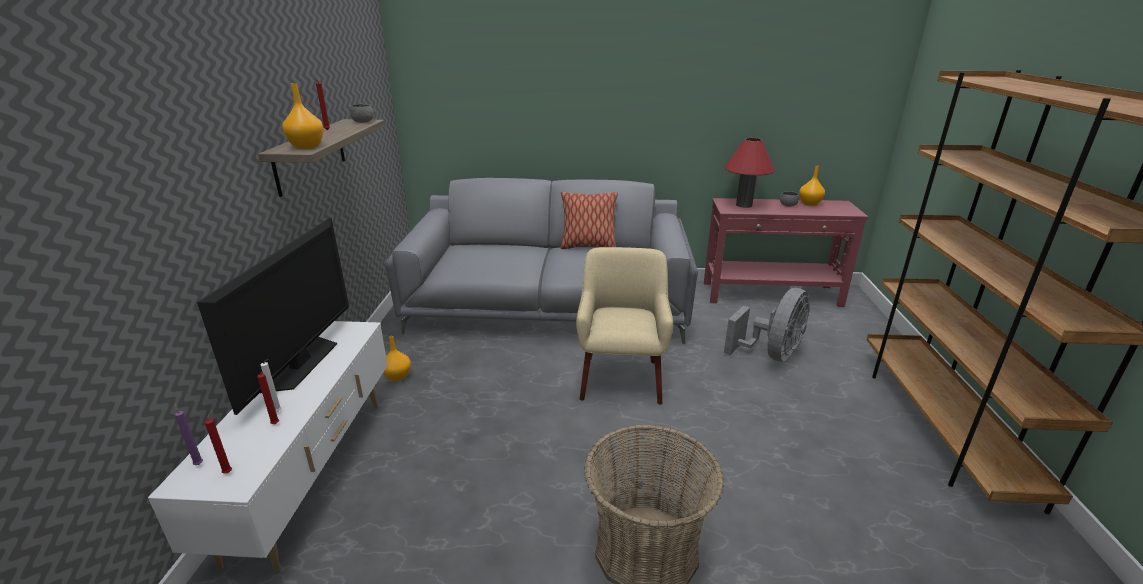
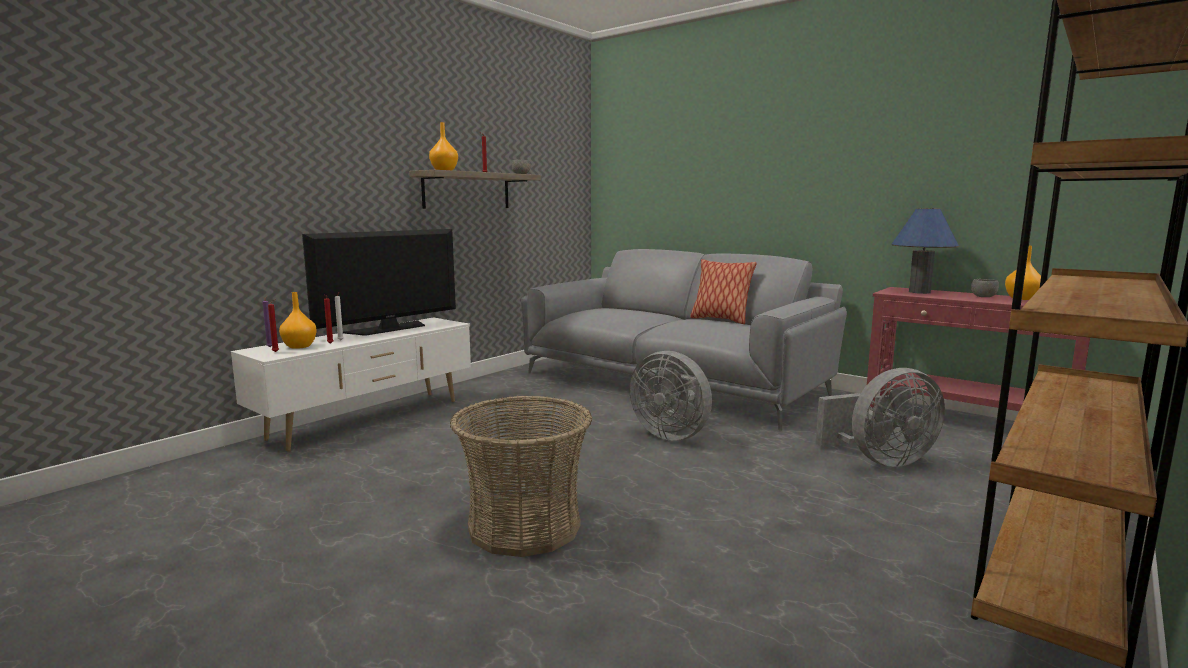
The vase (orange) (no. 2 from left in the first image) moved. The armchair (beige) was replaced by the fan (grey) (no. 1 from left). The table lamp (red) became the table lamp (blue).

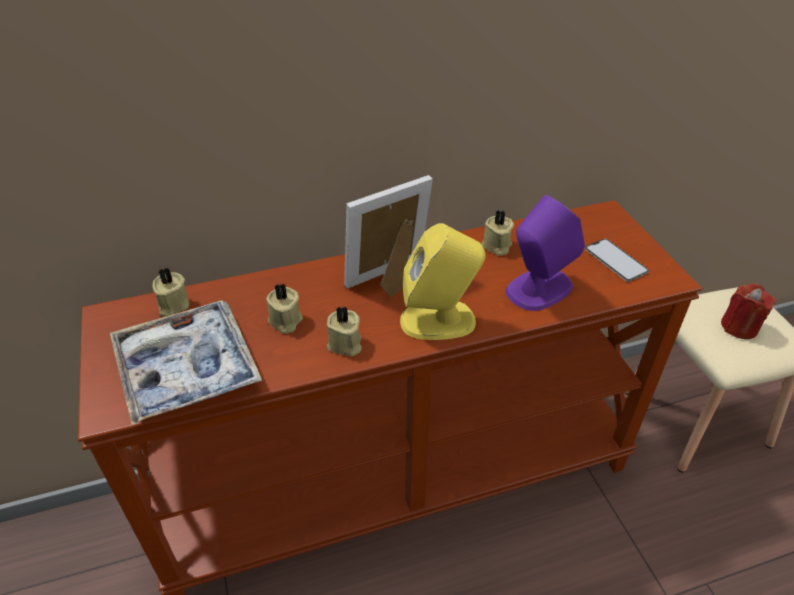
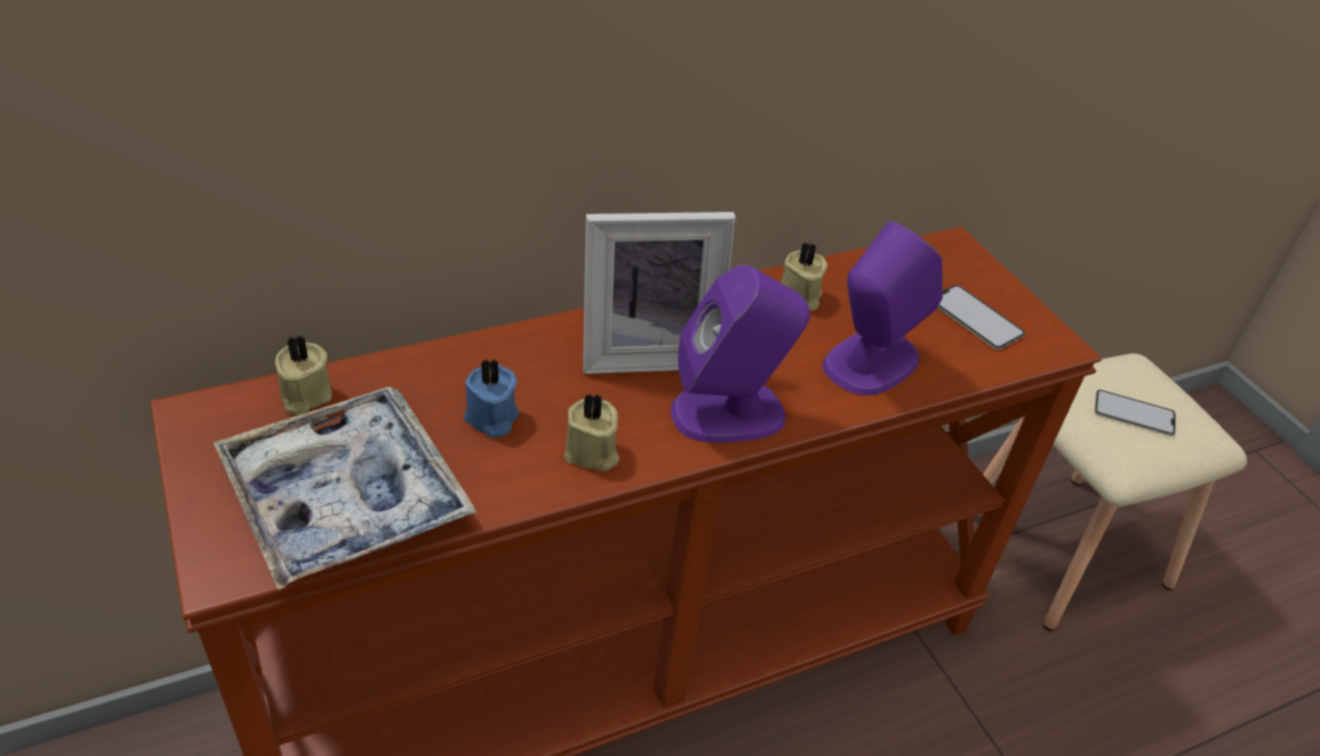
The candle (beige) (no. 2 from left) became the candle (blue). The picture frame turned 150 degrees counterclockwise. The speaker (yellow) became the speaker (purple) (no. 1 from left). The candle (red) was replaced by the phone (no. 2 from left).

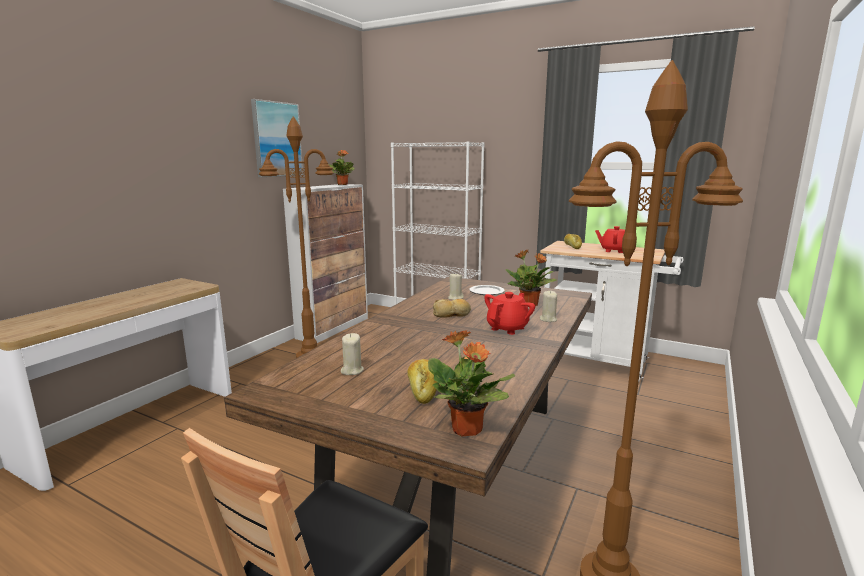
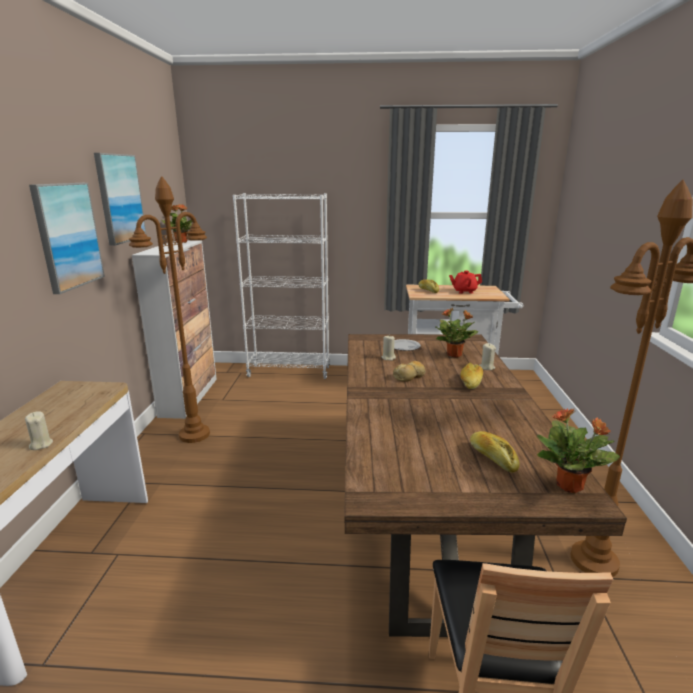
The candle (beige) (no. 1 from left) moved. The picture (no. 1 from left) appeared. The teapot (red) (no. 1 from left) was replaced by the bread (no. 3 from left).

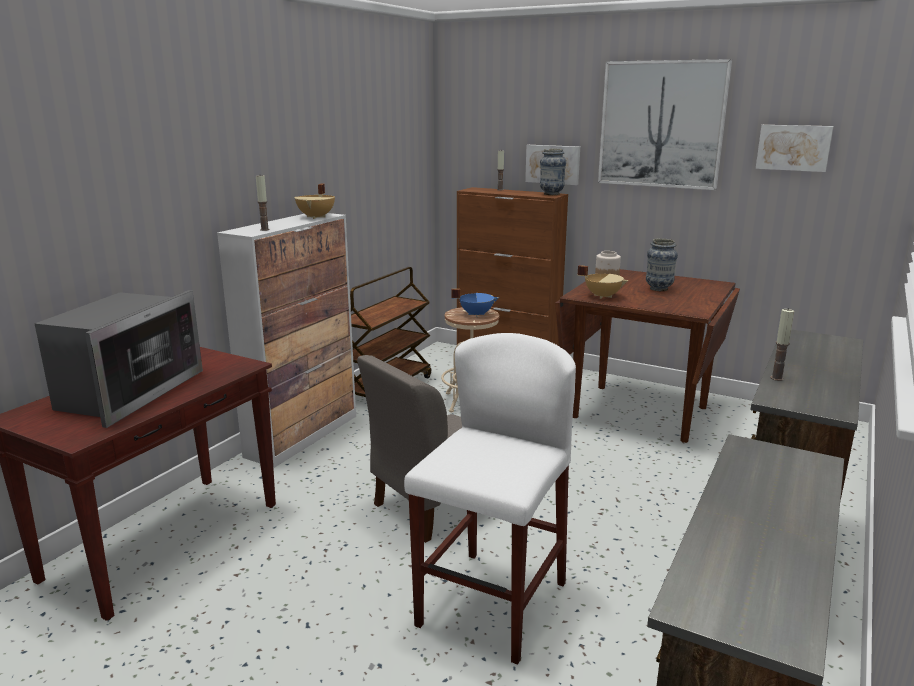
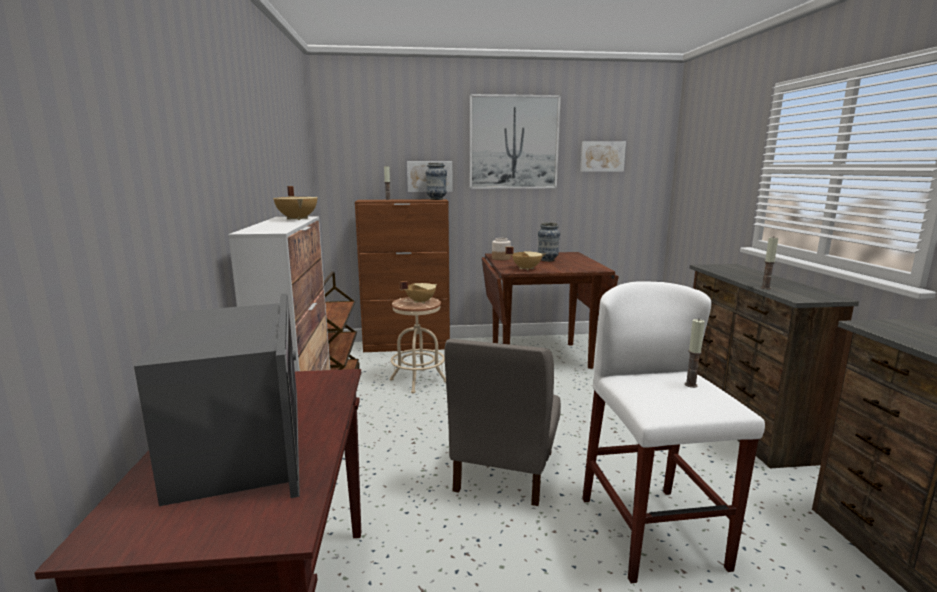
The cooking pot (blue) became the cooking pot (beige) (no. 2 from left). The candle (no. 1 from left in the first image) moved.

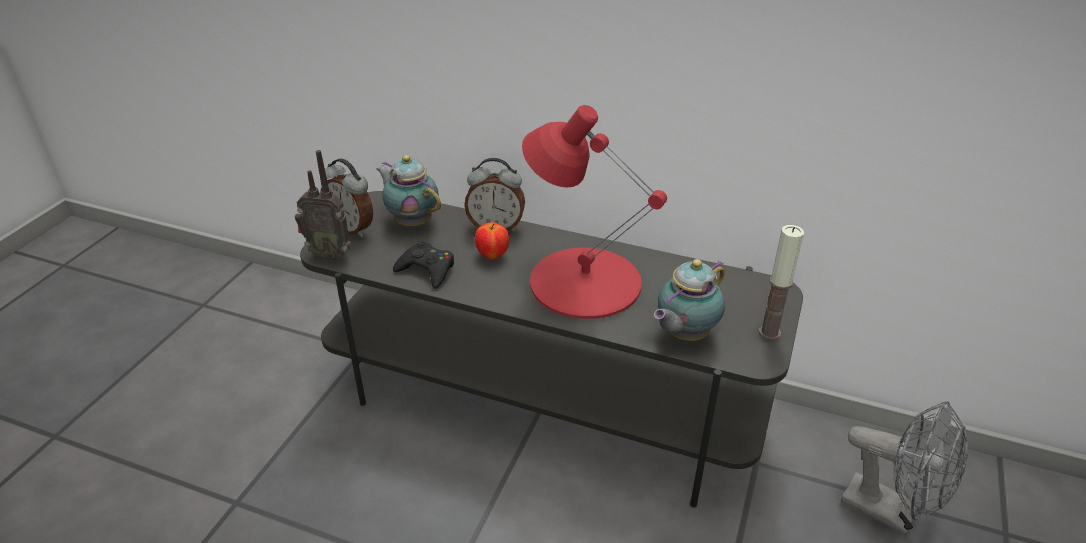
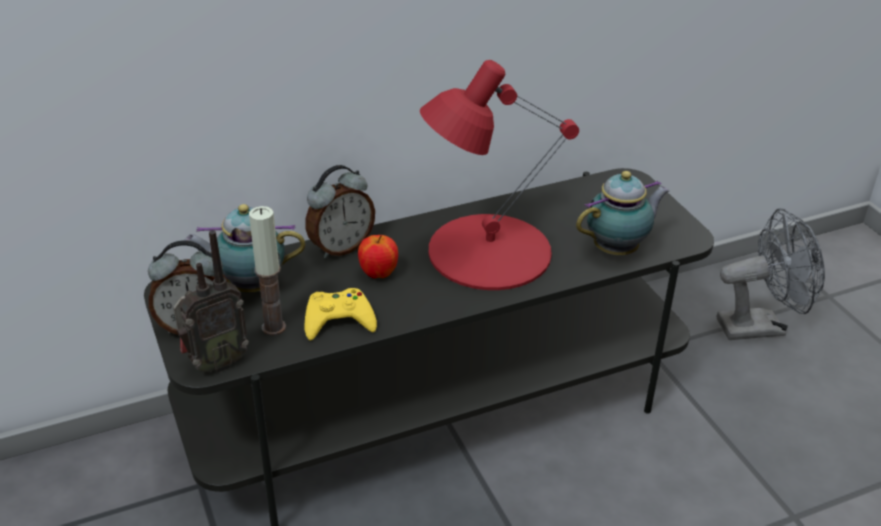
The candle moved. The game controller (black) became the game controller (yellow). The teapot (no. 2 from left) turned 120 degrees counterclockwise.

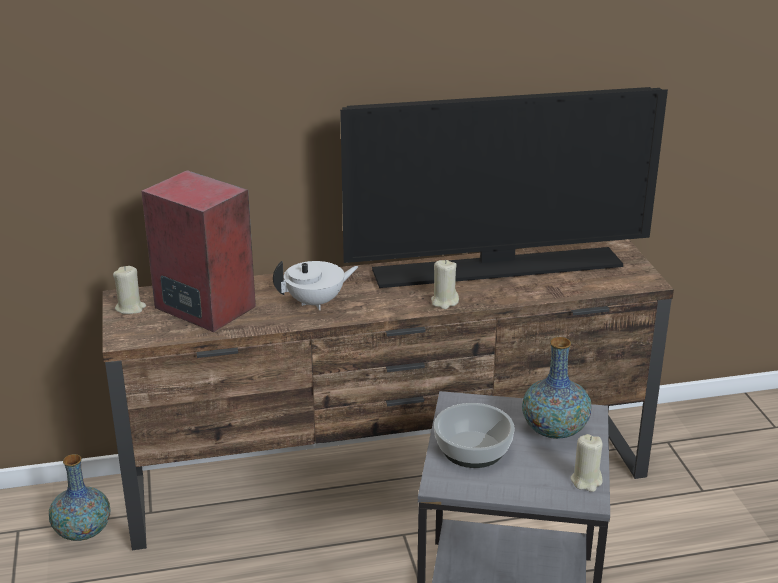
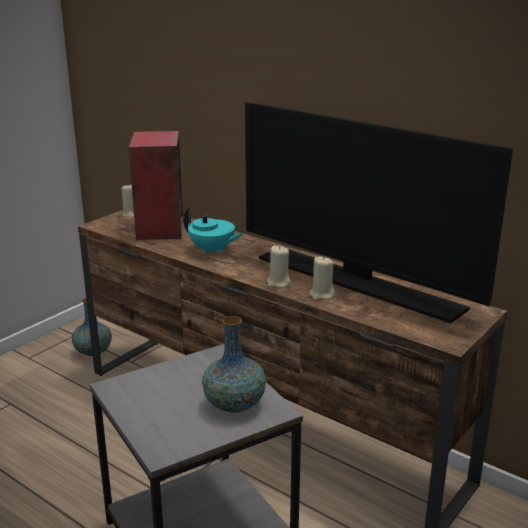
The teapot (white) became the teapot (turquoise). The candle (beige) (no. 3 from left) moved. The bowl disappeared.

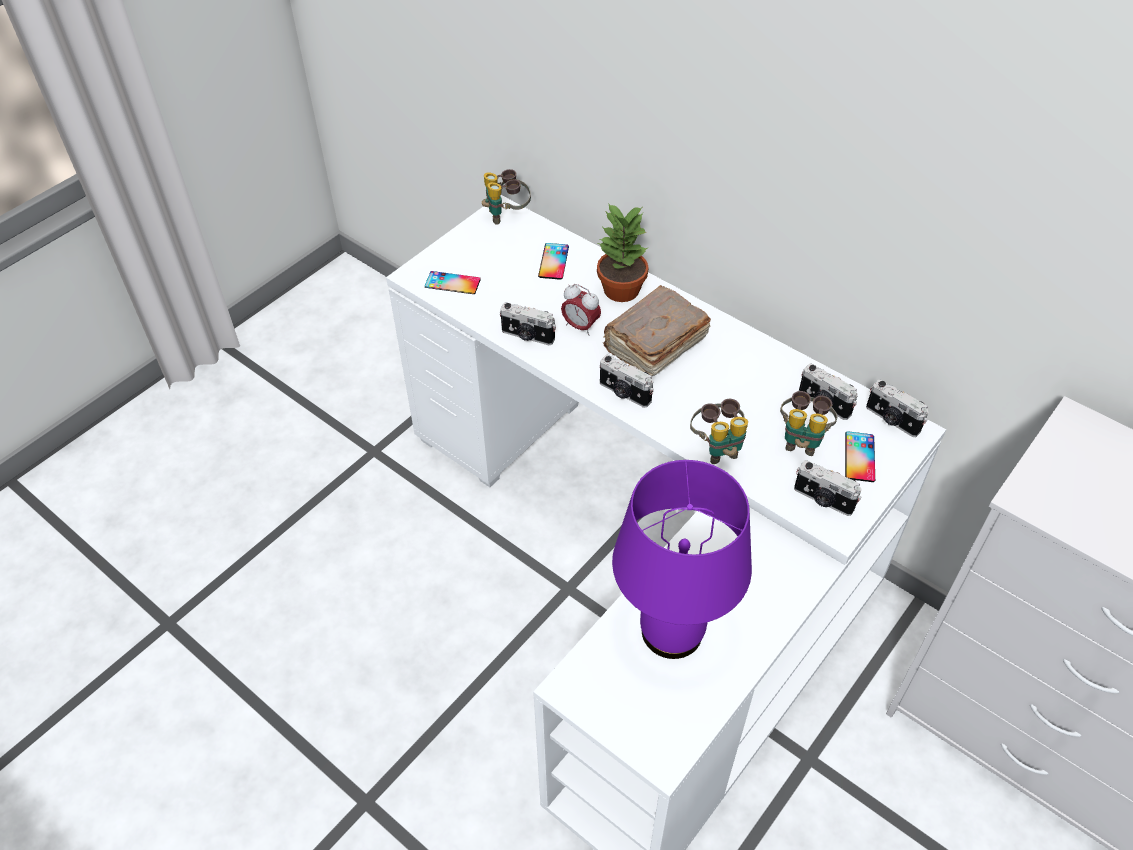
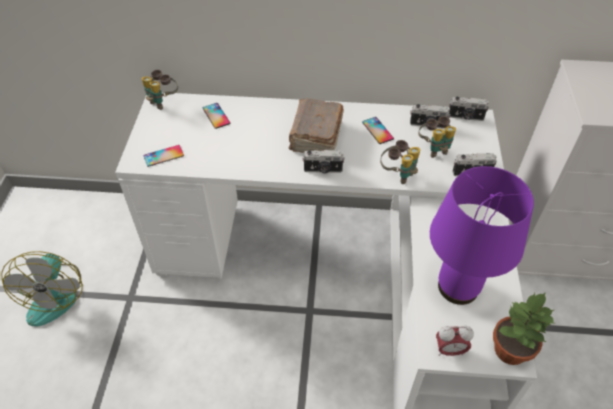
The fan appeared. The phone (no. 3 from left) moved. The alarm clock moved. The potted plant moved. The photo camera (no. 1 from left) disappeared.

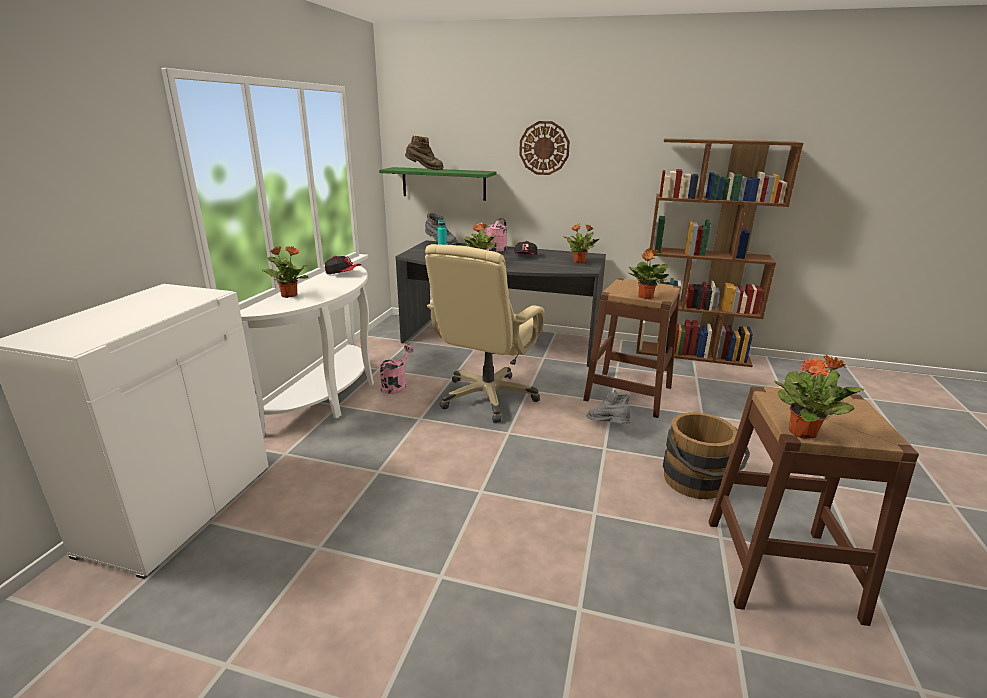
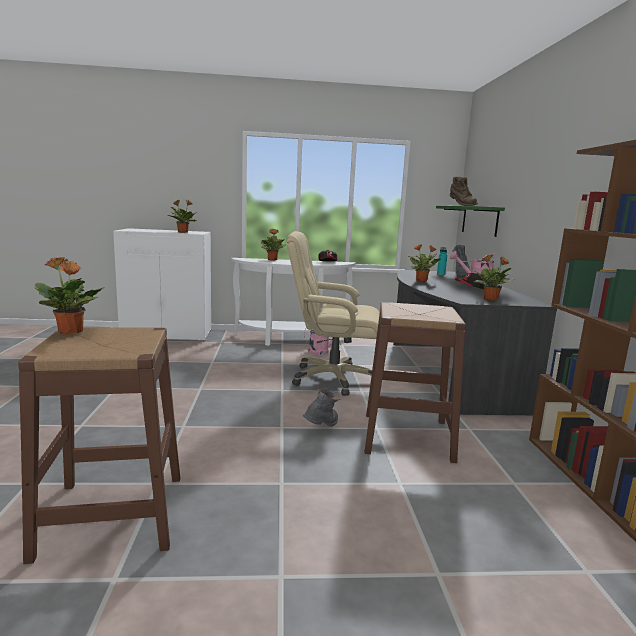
The potted plant (no. 4 from left in the first image) moved. The wall clock disappeared. The bucket (brown) disappeared.

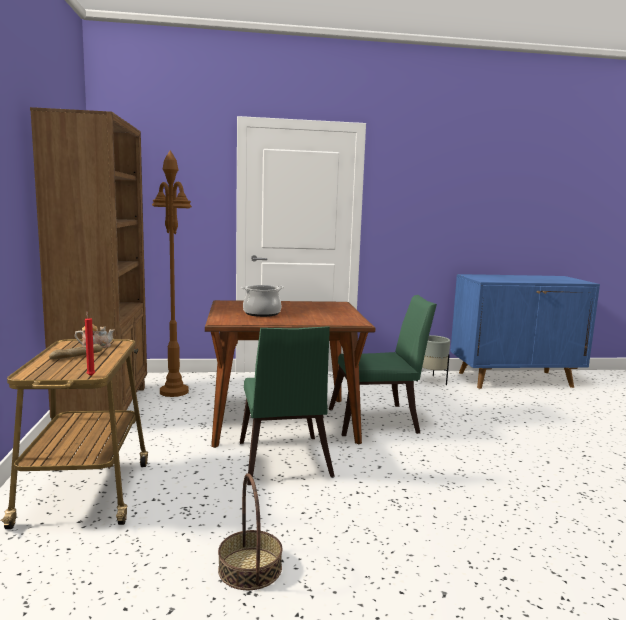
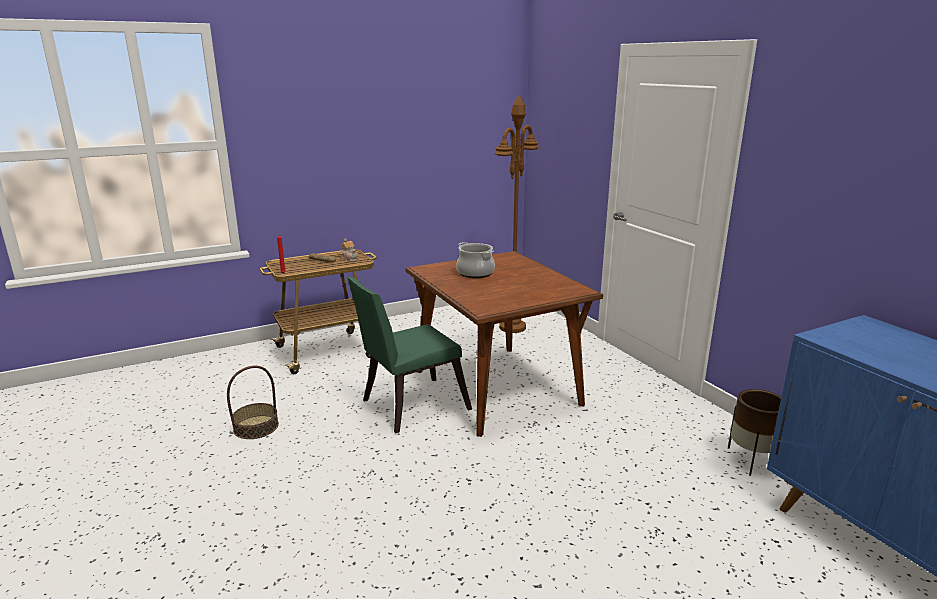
The planter (grey) became the planter (brown). The bookcase (brown) disappeared. The chair (green) (no. 2 from left) disappeared.

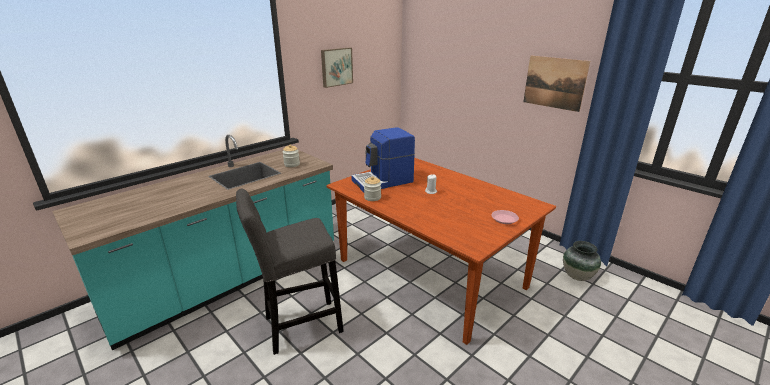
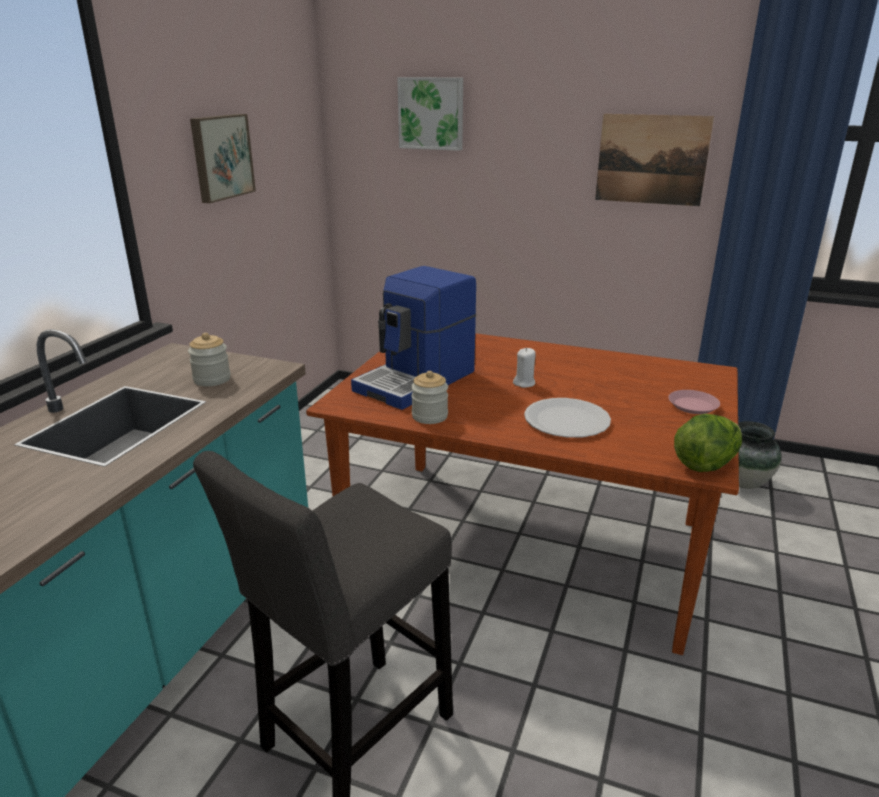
The picture (no. 2 from left) appeared. The plate (white) appeared. The lettuce appeared.

